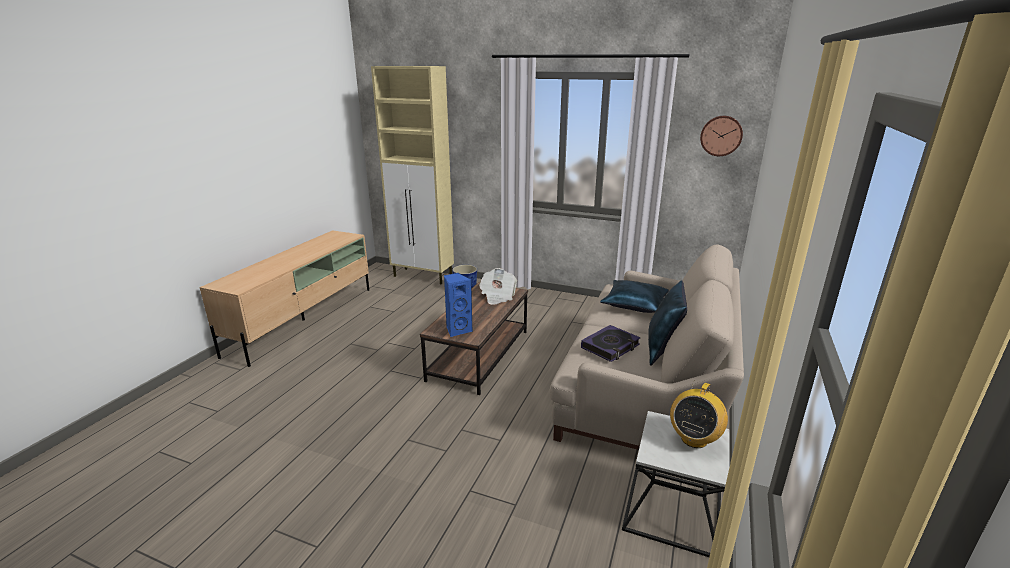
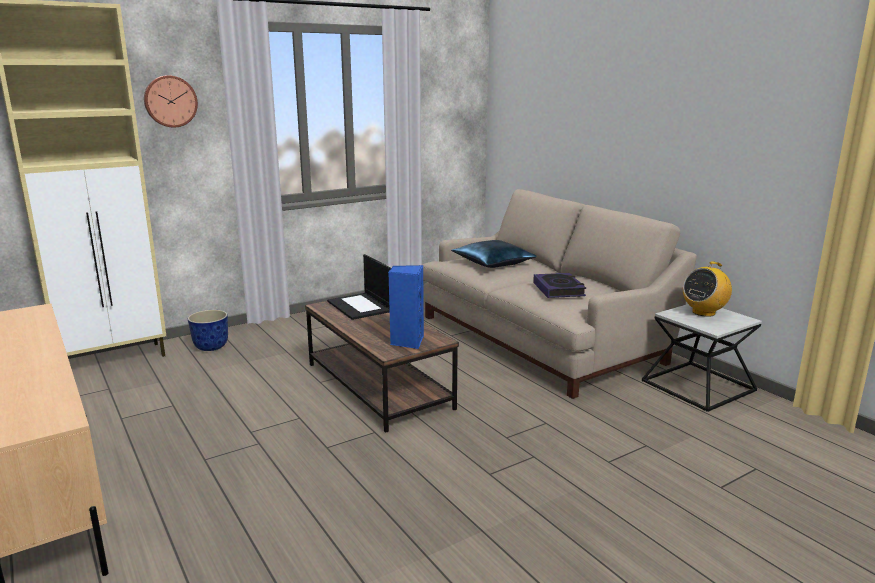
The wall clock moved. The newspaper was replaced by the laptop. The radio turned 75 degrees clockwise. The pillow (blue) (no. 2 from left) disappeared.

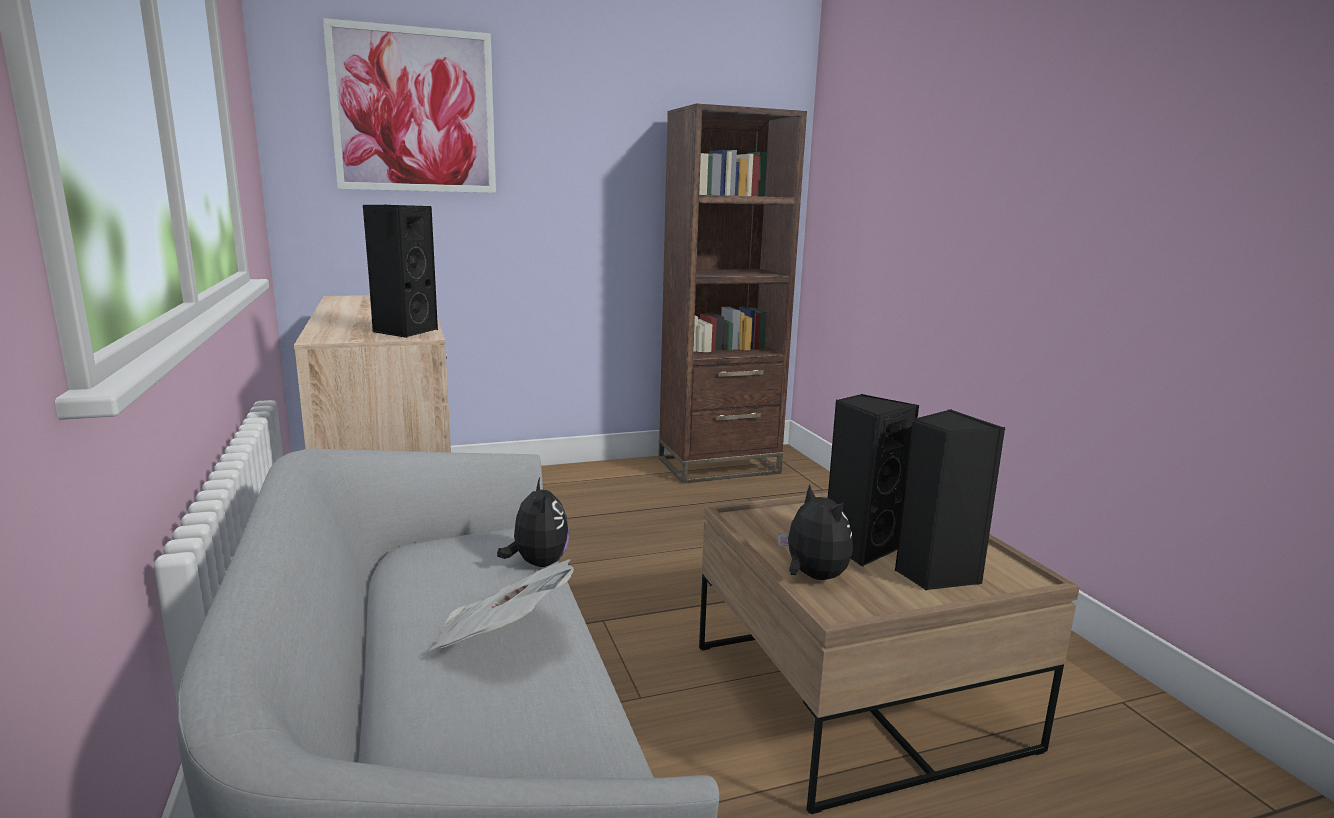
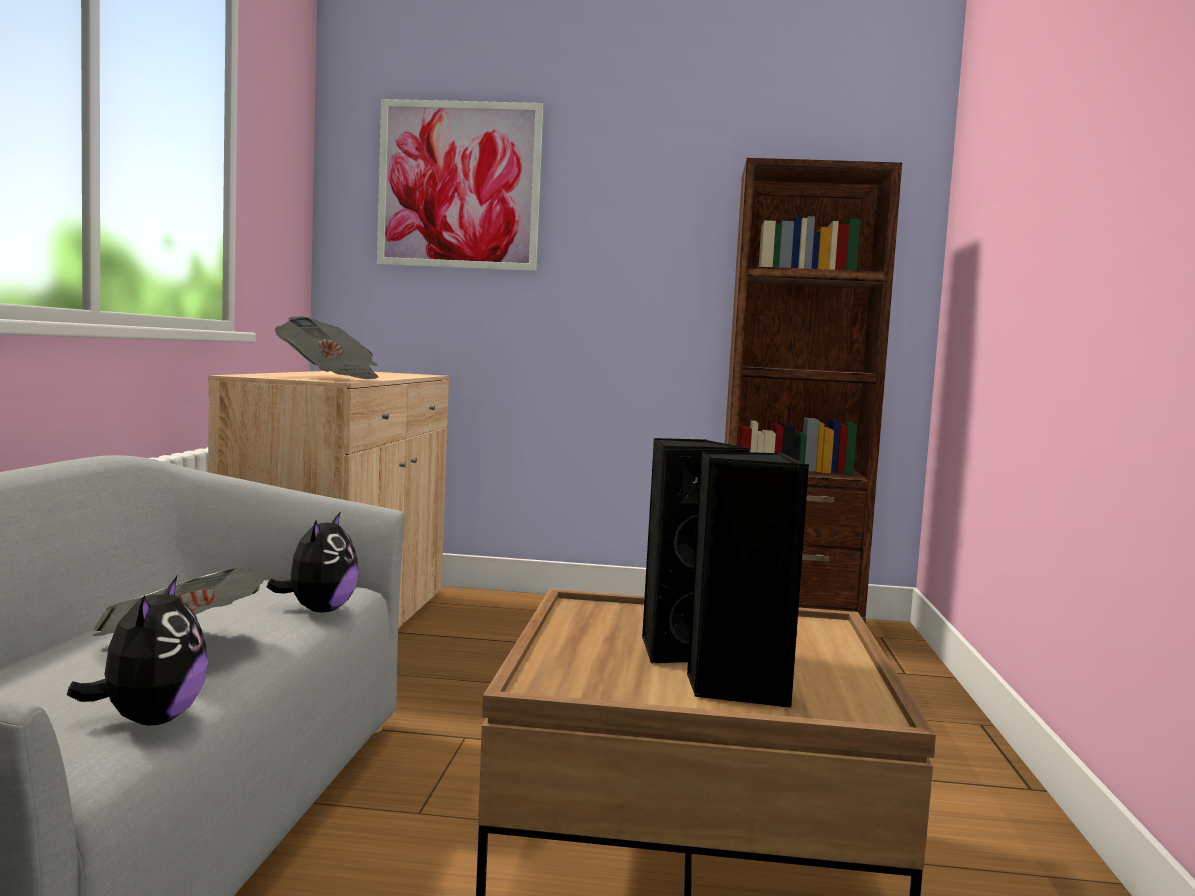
The plush toy (no. 2 from left in the first image) moved. The speaker (black) (no. 1 from left) was replaced by the newspaper (no. 2 from left).

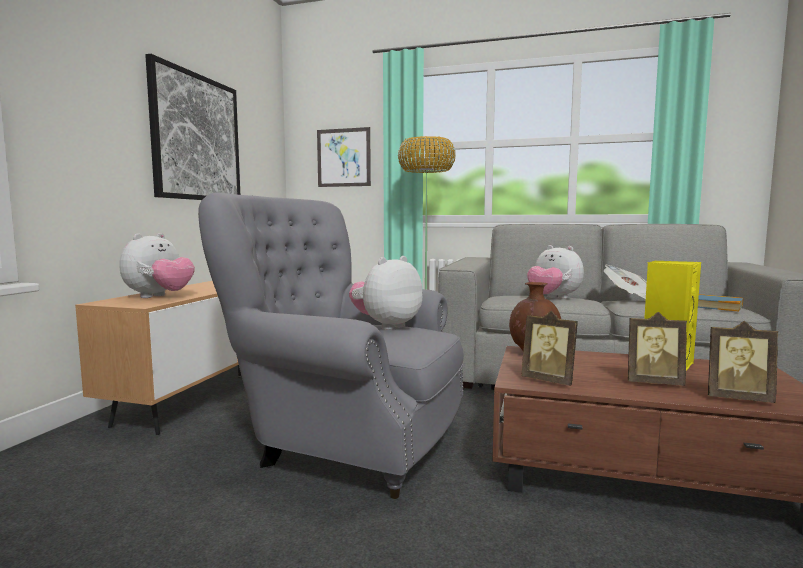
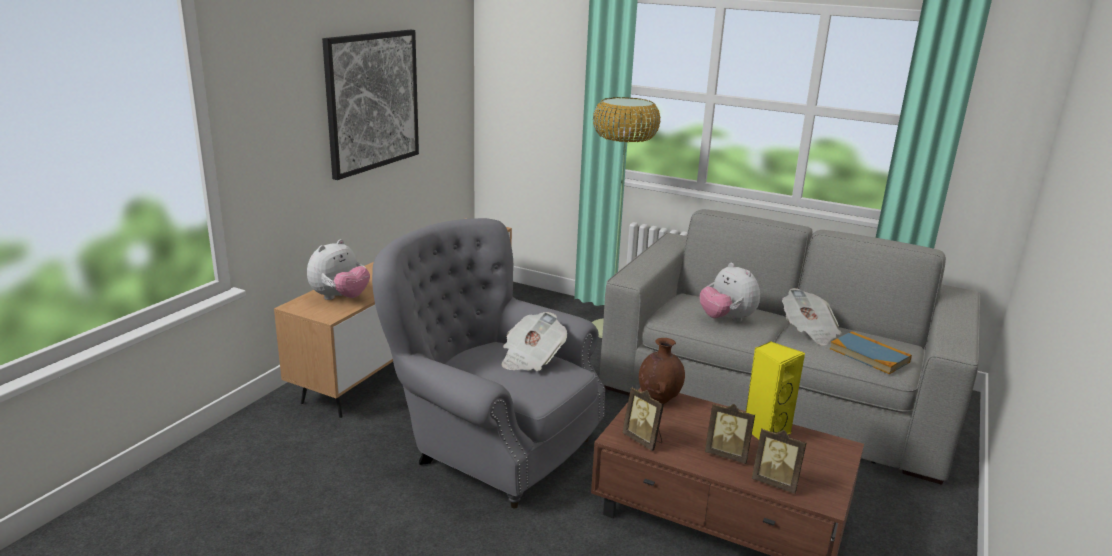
The plush toy (no. 2 from left) was replaced by the newspaper (no. 1 from left). The picture (no. 2 from left) disappeared.

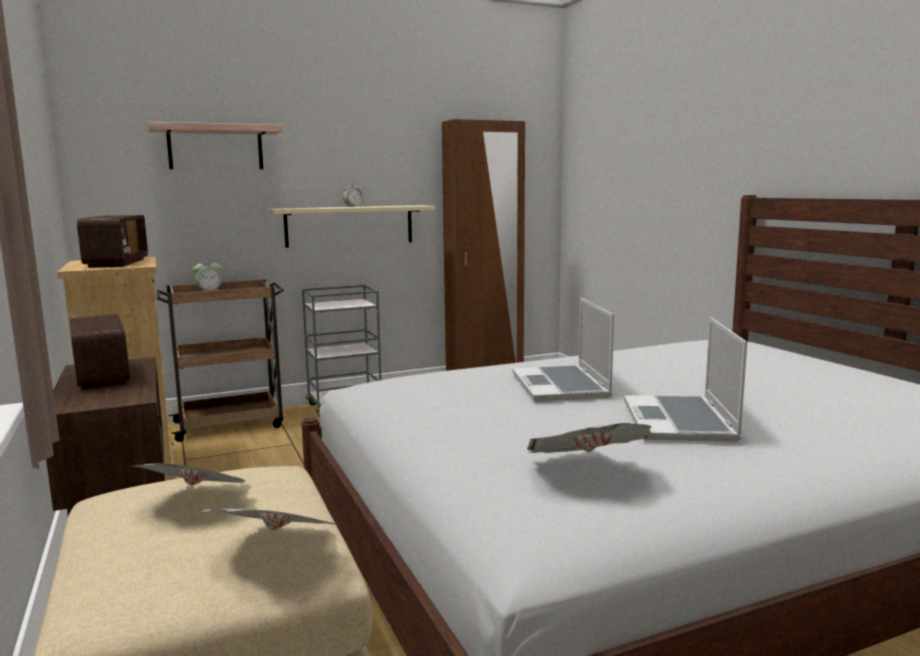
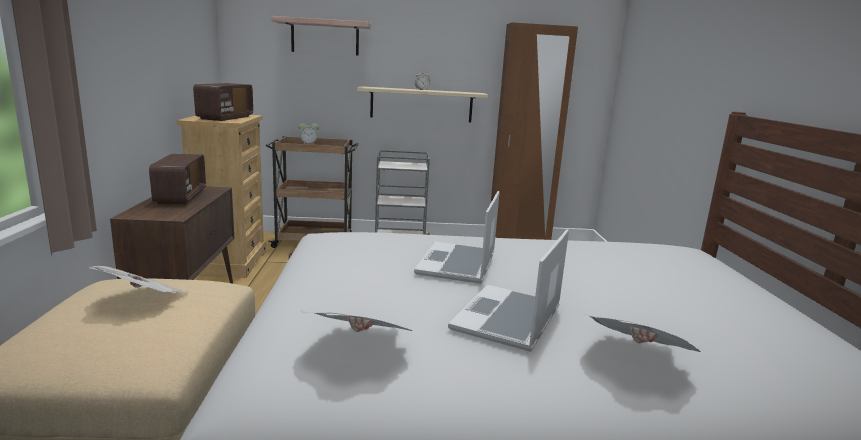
The newspaper (no. 2 from left in the first image) moved.

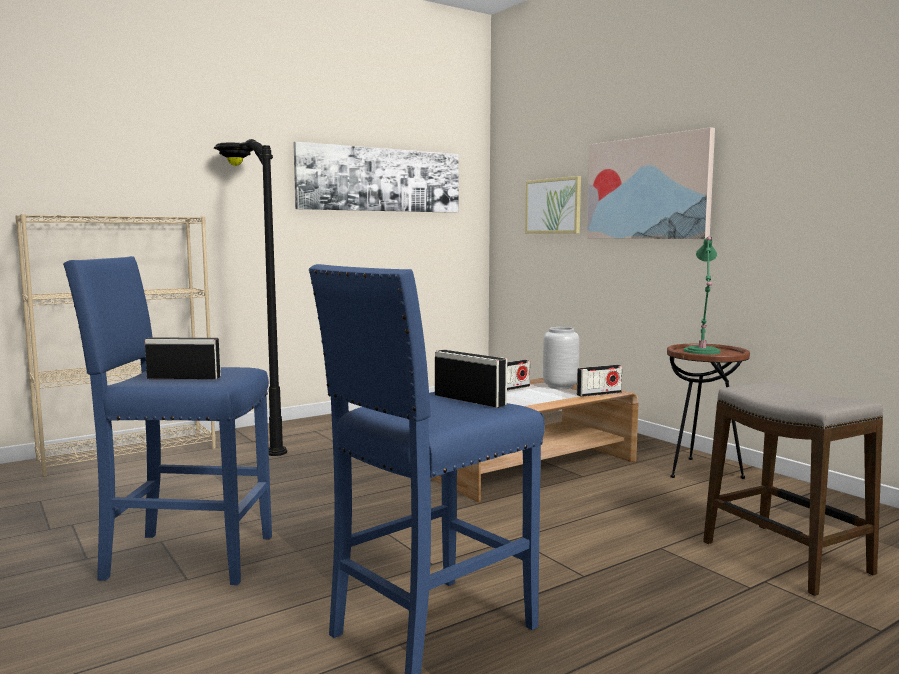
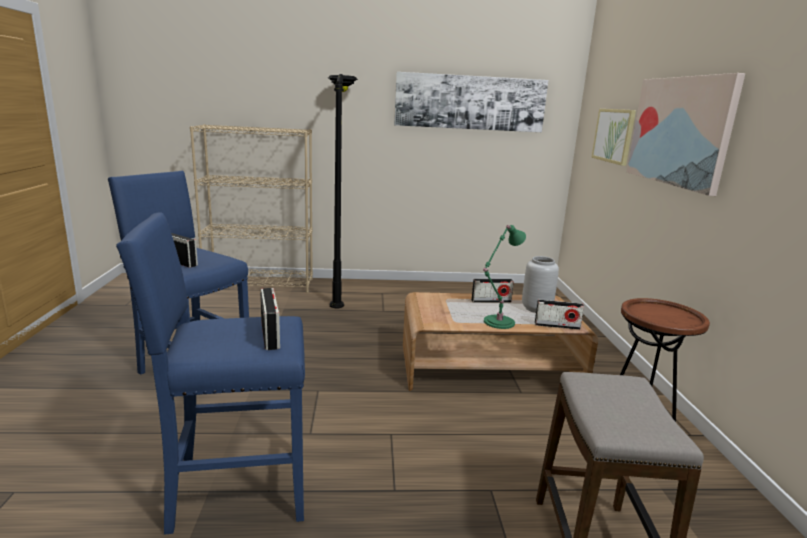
The table lamp (green) moved.

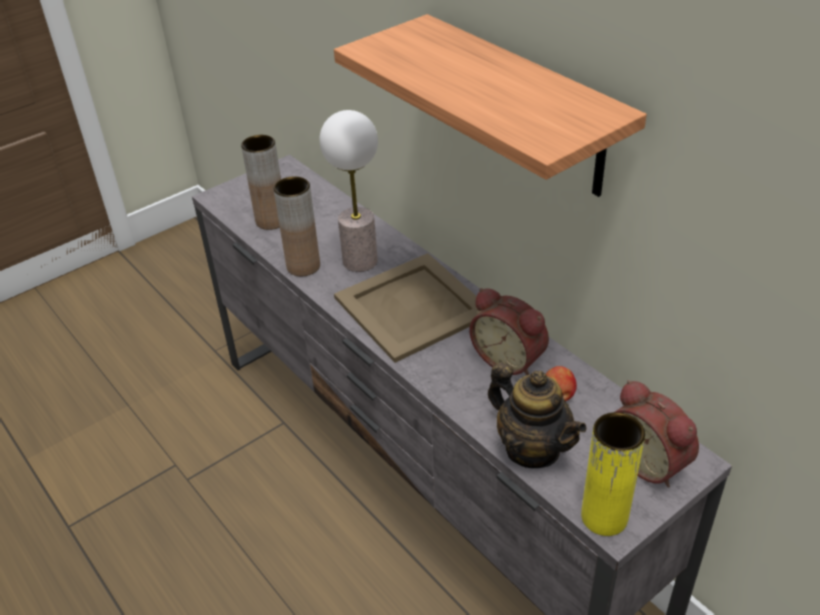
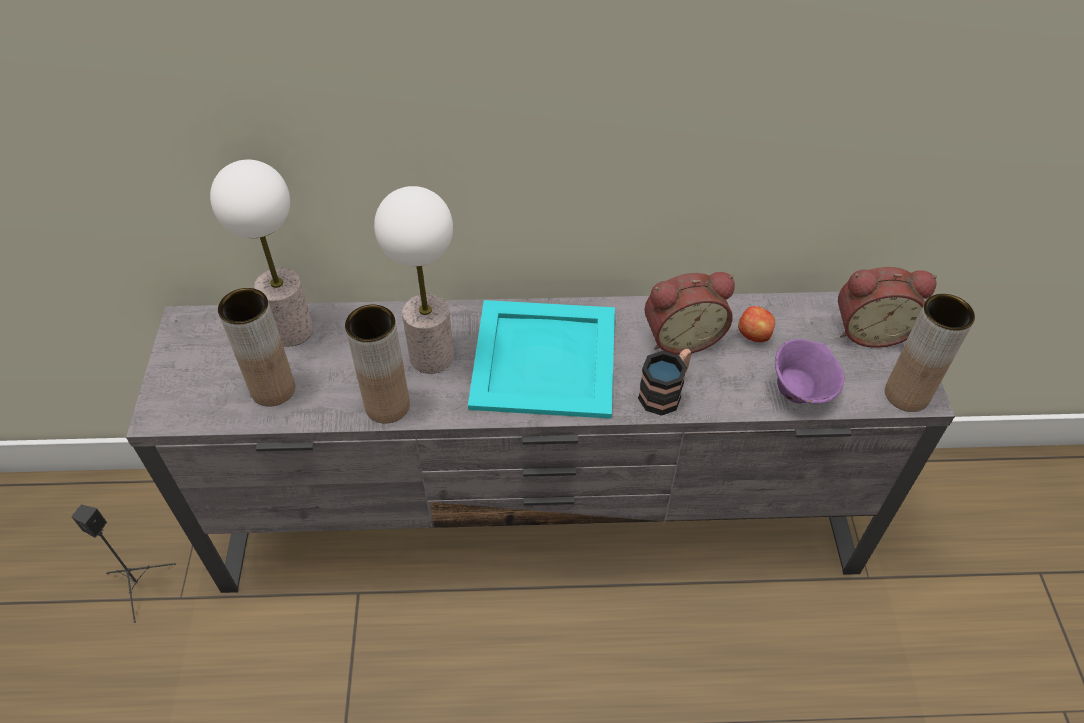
The speaker (black) appeared. The table lamp (no. 1 from left) appeared. The tray (beige) became the tray (turquoise). The mug appeared. The teapot was replaced by the bowl (purple). The vase (yellow) became the vase (brown) (no. 3 from left). The shelf disappeared.

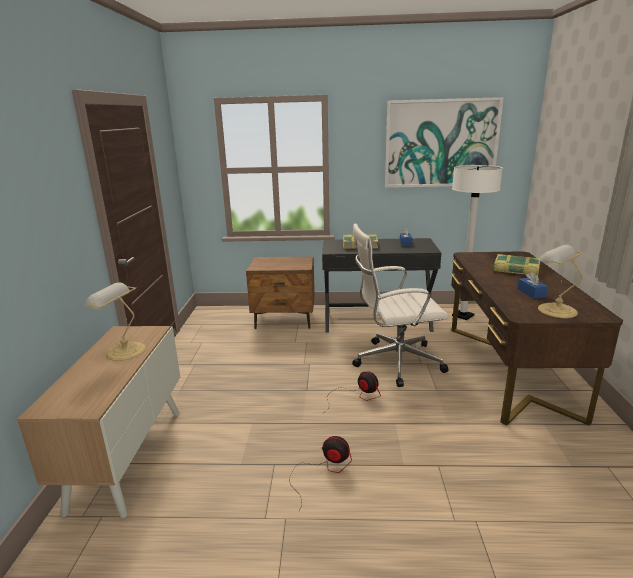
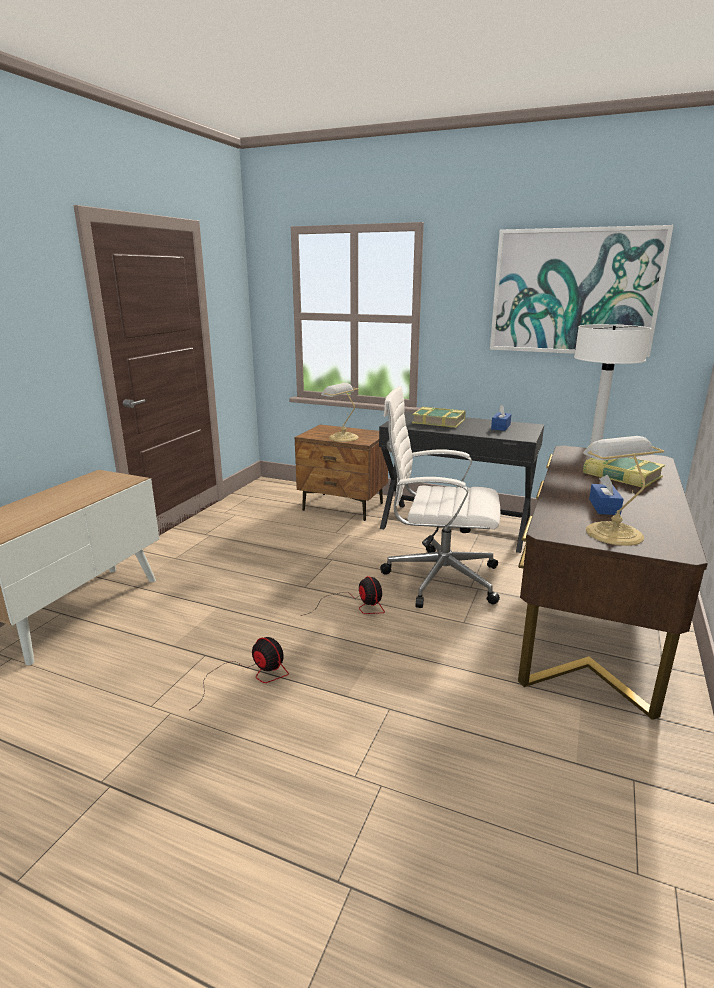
The table lamp (no. 1 from left) moved.

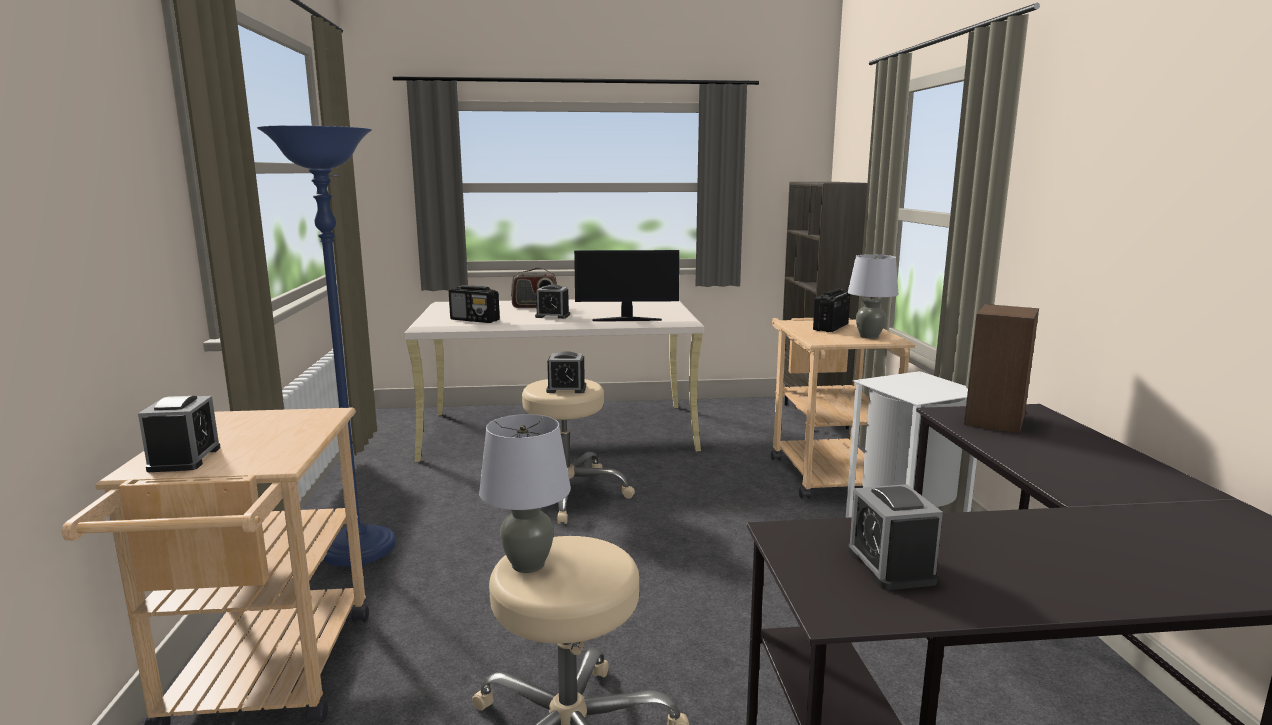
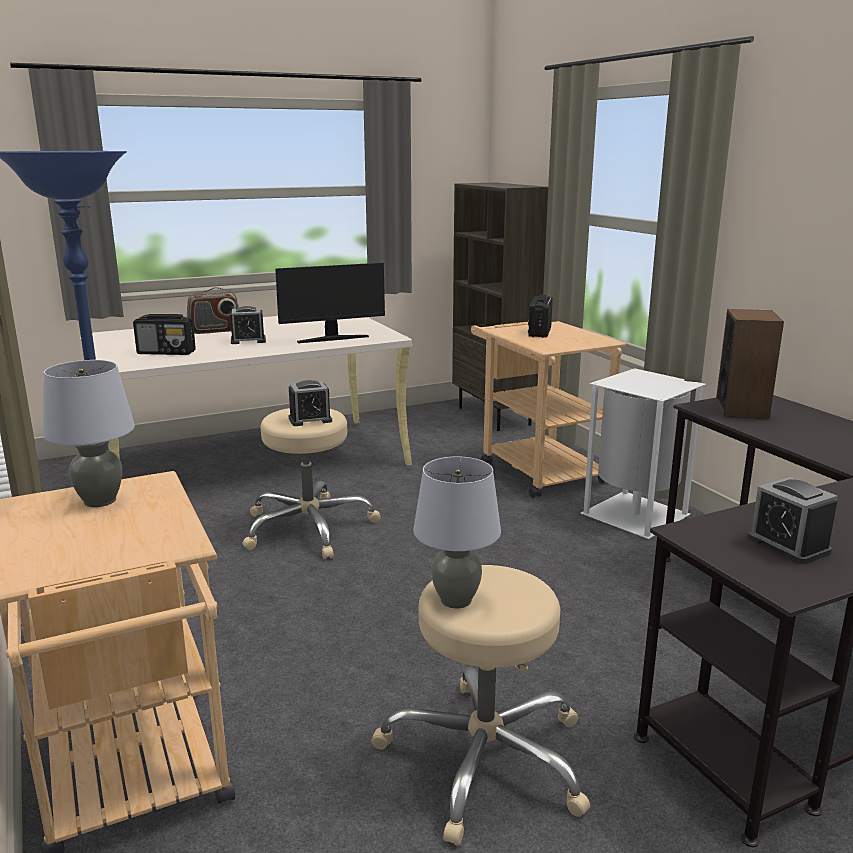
The table lamp (grey) (no. 2 from left in the first image) moved. The alarm clock (no. 1 from left) disappeared.

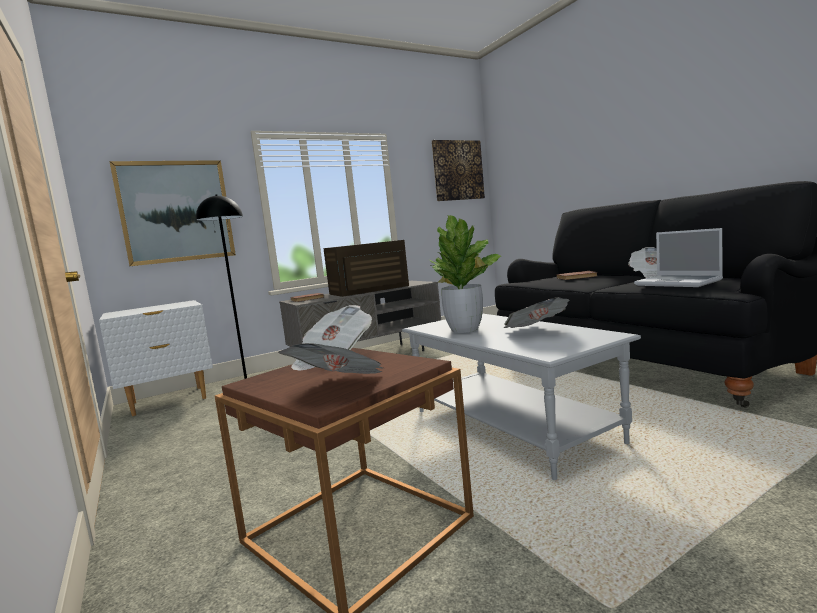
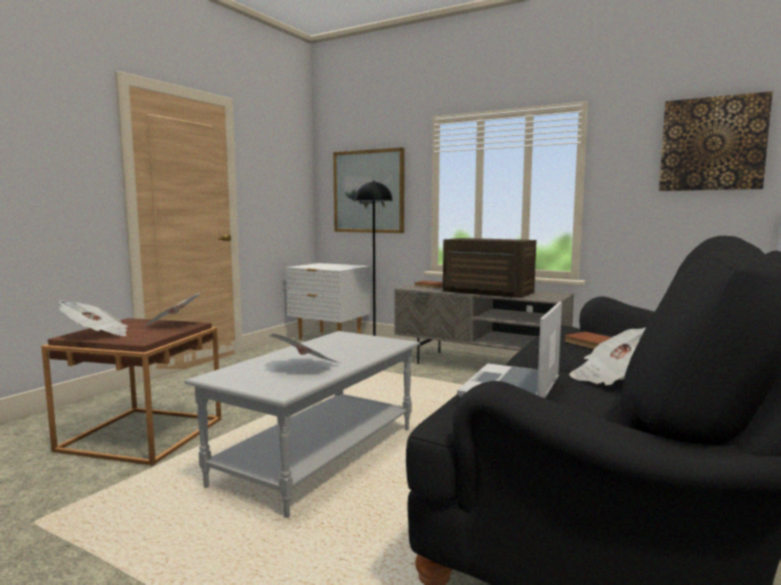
The potted plant disappeared.

